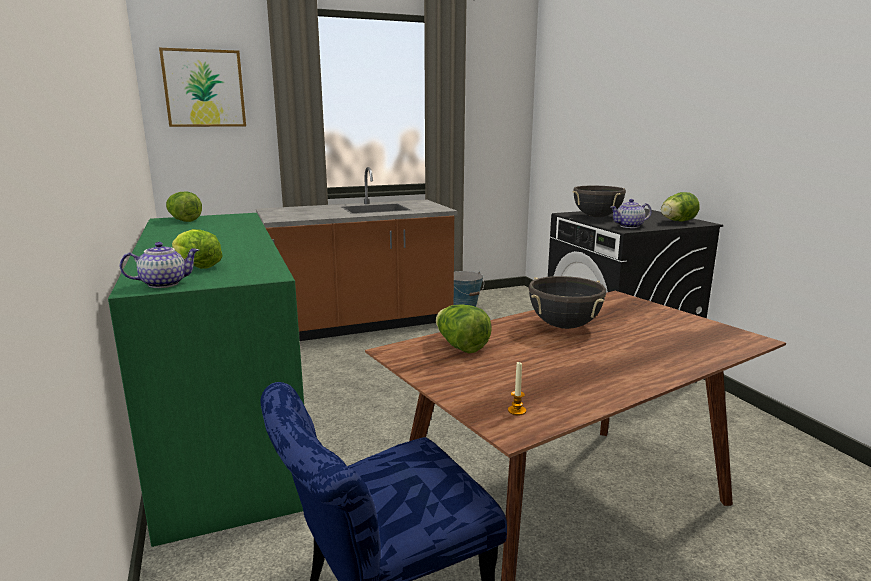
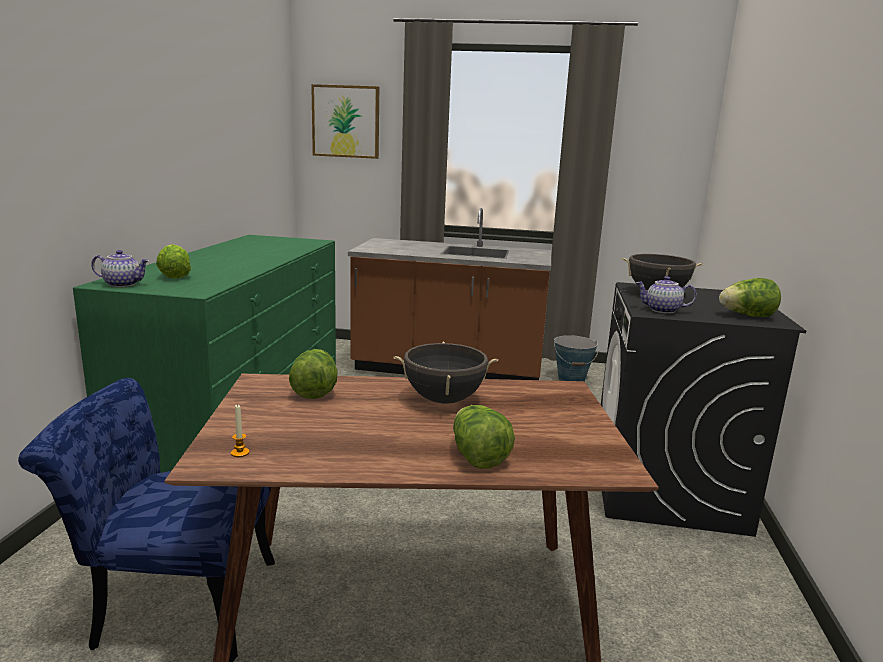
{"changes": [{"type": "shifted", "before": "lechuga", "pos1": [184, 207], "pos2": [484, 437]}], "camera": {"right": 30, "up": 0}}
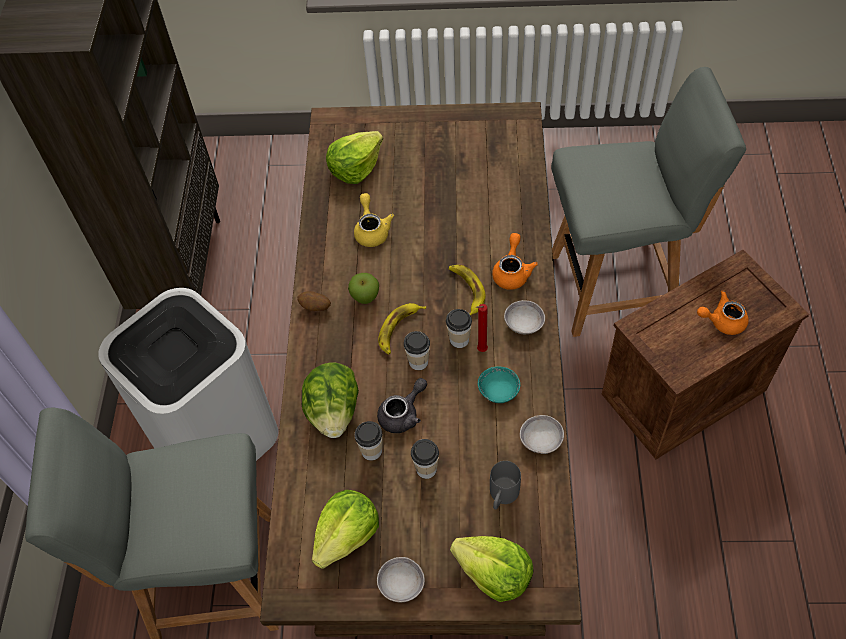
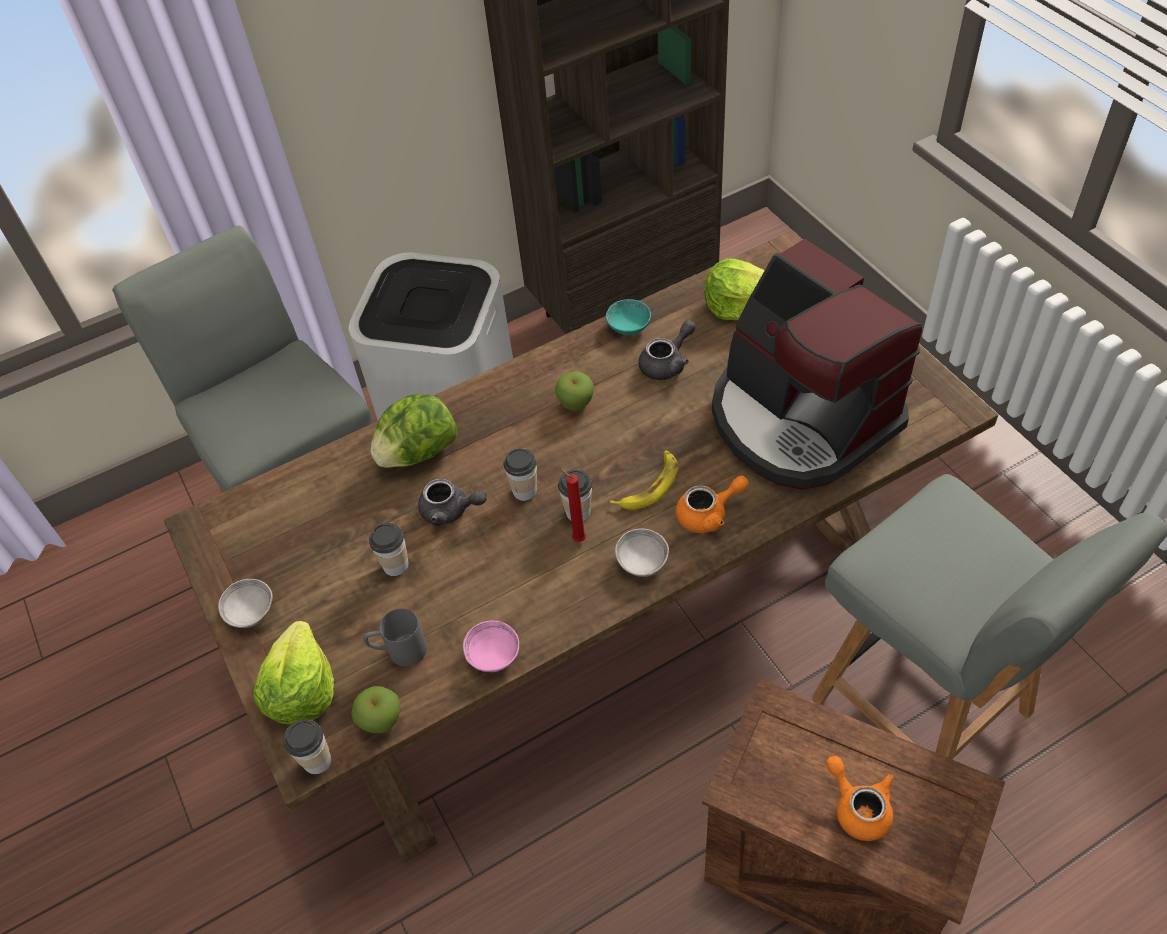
{"changes": [{"type": "repainted", "before": "tetera/amarillo", "after": "tetera/gris", "pos1": [374, 220], "pos2": [667, 350]}, {"type": "gone", "before": "patata", "pos1": [314, 301]}, {"type": "gone", "before": "plátano", "pos1": [402, 328]}, {"type": "shifted", "before": "cuenco/turquesa", "pos1": [499, 385], "pos2": [628, 317]}, {"type": "repainted", "before": "cuenco/gris", "after": "cuenco/rosa", "pos1": [542, 434], "pos2": [491, 646]}, {"type": "shifted", "before": "taza", "pos1": [368, 441], "pos2": [307, 746]}, {"type": "gone", "before": "lechuga", "pos1": [345, 529]}, {"type": "new", "after": "cafetera", "pos2": [817, 364]}, {"type": "new", "after": "manzana", "pos2": [375, 709]}], "camera": {"right": 60, "up": -5}}
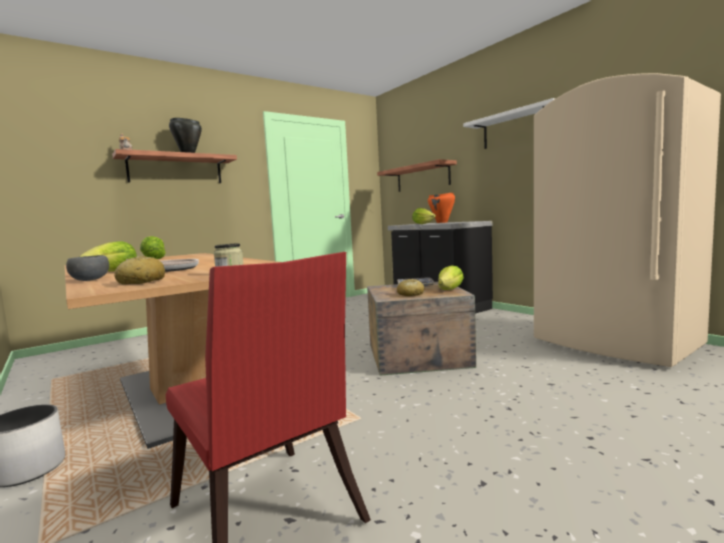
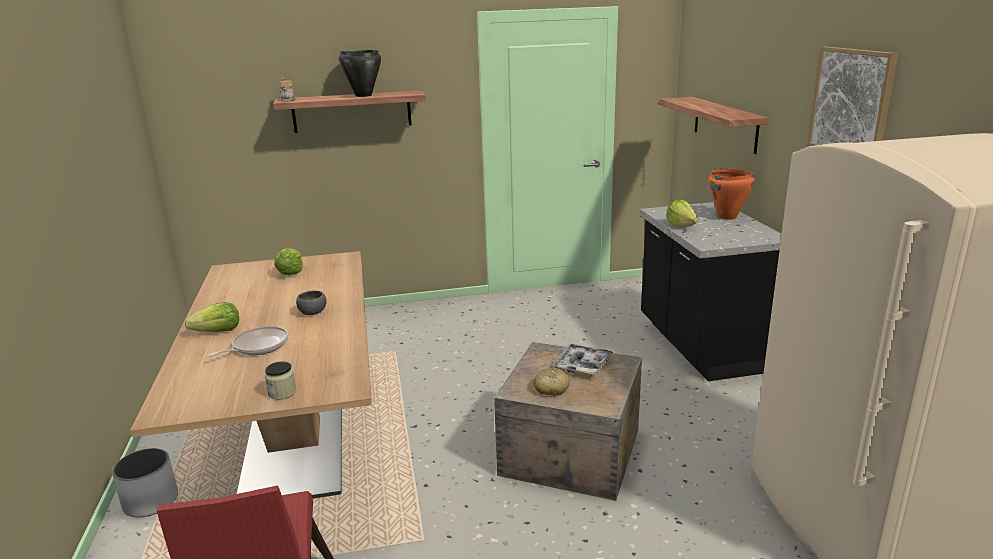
{"changes": [{"type": "swapped", "before": "estante/blanco", "after": "cuadro", "pos1": [509, 123], "pos2": [852, 96]}, {"type": "shifted", "before": "cuenco/gris", "pos1": [87, 268], "pos2": [311, 303]}, {"type": "gone", "before": "pan", "pos1": [139, 270]}, {"type": "gone", "before": "lechuga", "pos1": [451, 277]}], "camera": {"right": 25, "up": 15}}
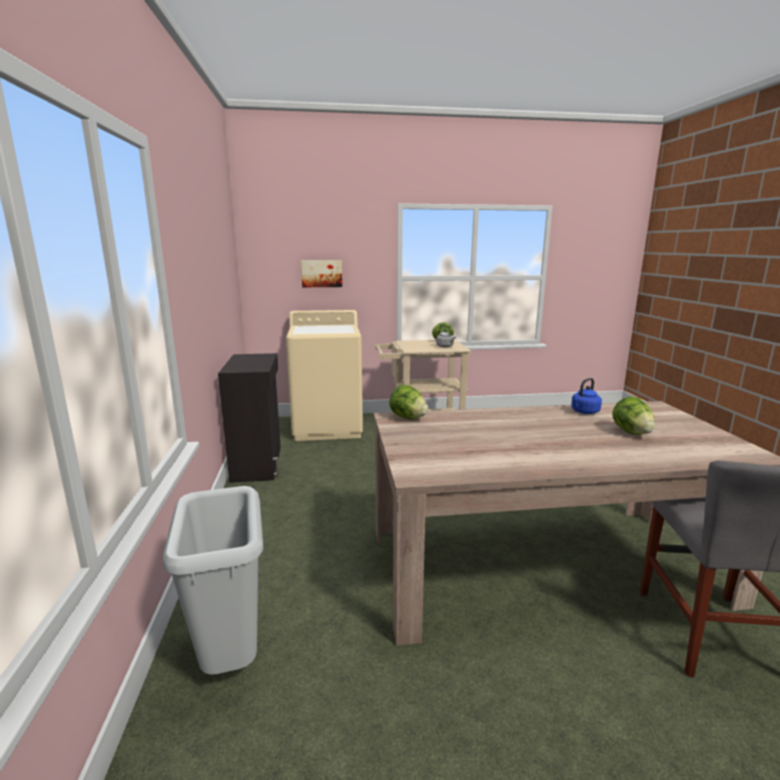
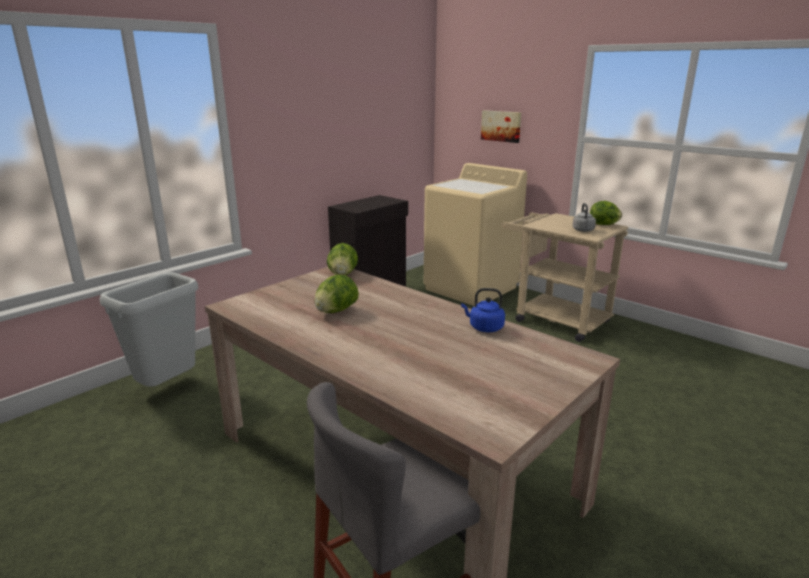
{"changes": [{"type": "shifted", "before": "lechuga", "pos1": [633, 415], "pos2": [336, 294]}], "camera": {"right": 50, "up": 5}}
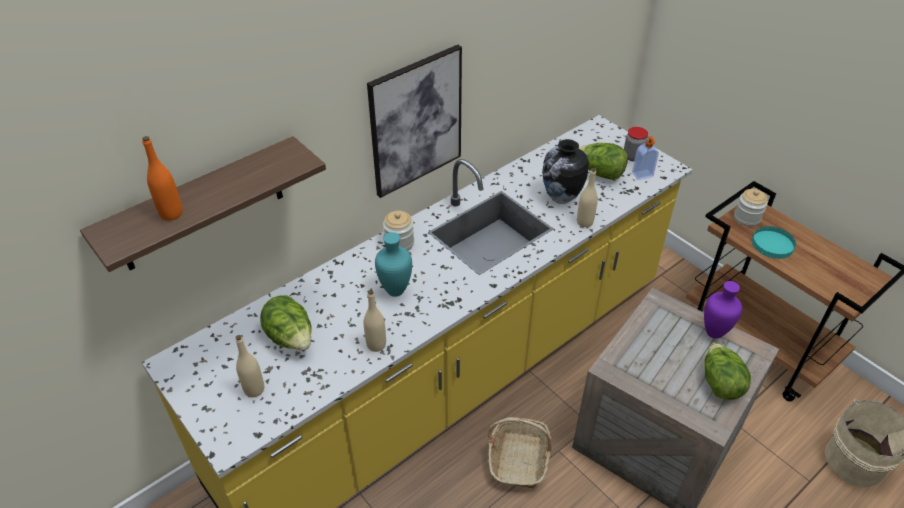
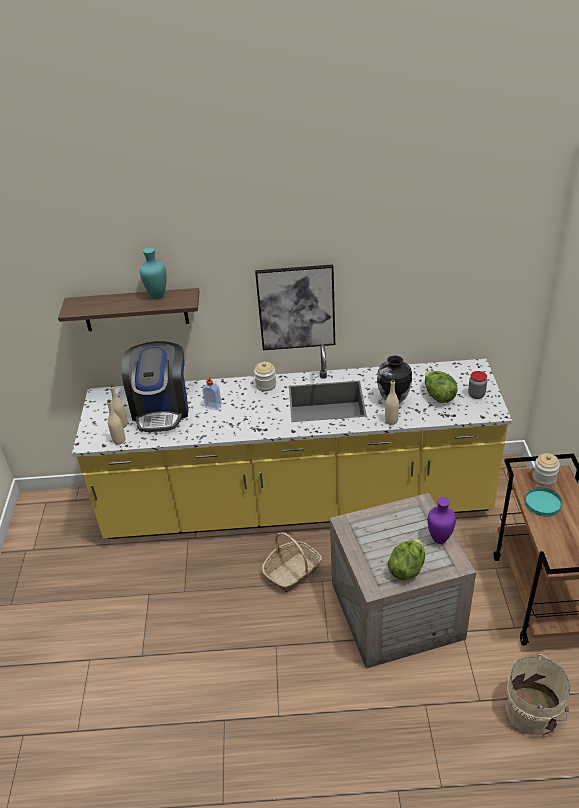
{"changes": [{"type": "gone", "before": "botella/naranja", "pos1": [162, 178]}, {"type": "shifted", "before": "dispensador de jabón", "pos1": [645, 158], "pos2": [212, 393]}, {"type": "shifted", "before": "florero/turquesa", "pos1": [393, 264], "pos2": [153, 273]}, {"type": "shifted", "before": "botella/beis", "pos1": [375, 321], "pos2": [116, 422]}, {"type": "swapped", "before": "lechuga", "after": "cafetera", "pos1": [286, 322], "pos2": [155, 386]}], "camera": {"right": 40, "up": -5}}
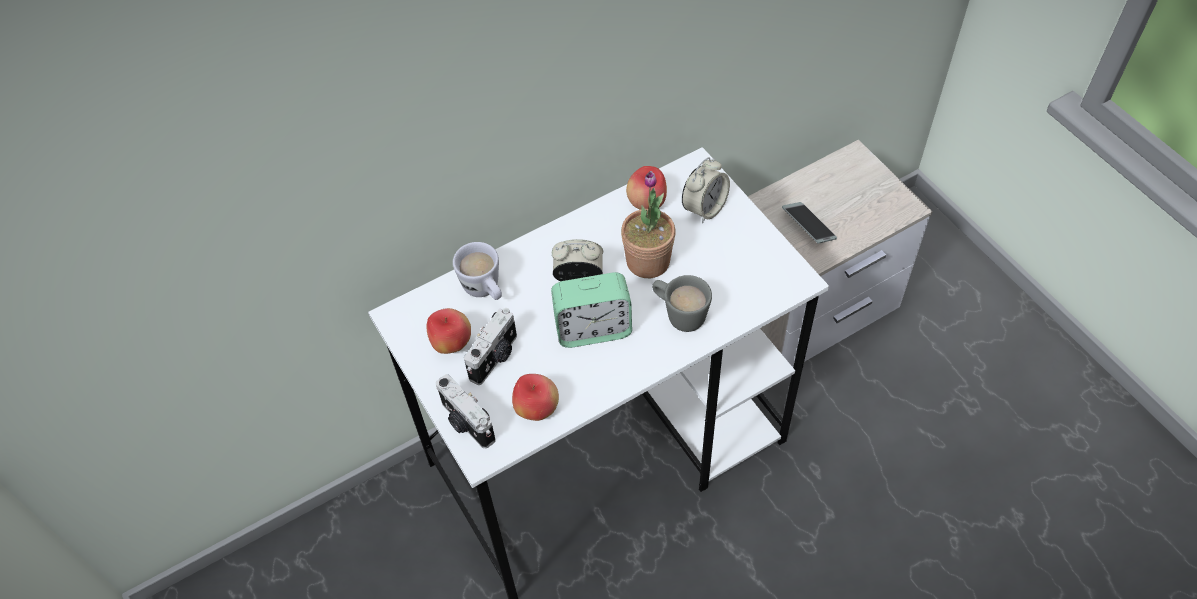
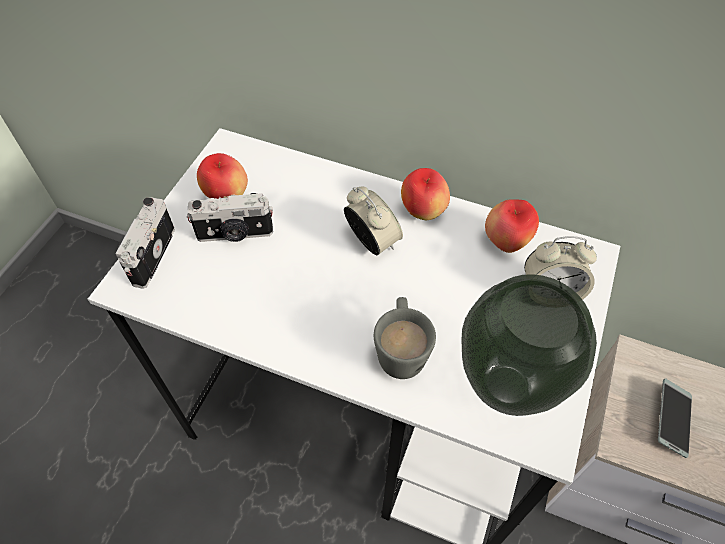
{"changes": [{"type": "gone", "before": "planta en maceta", "pos1": [648, 224]}, {"type": "gone", "before": "taza grande/blanco", "pos1": [477, 271]}, {"type": "gone", "before": "despertador", "pos1": [591, 310]}, {"type": "shifted", "before": "manzana", "pos1": [535, 397], "pos2": [425, 194]}, {"type": "new", "after": "florero", "pos2": [529, 345]}], "camera": {"right": 50, "up": 0}}
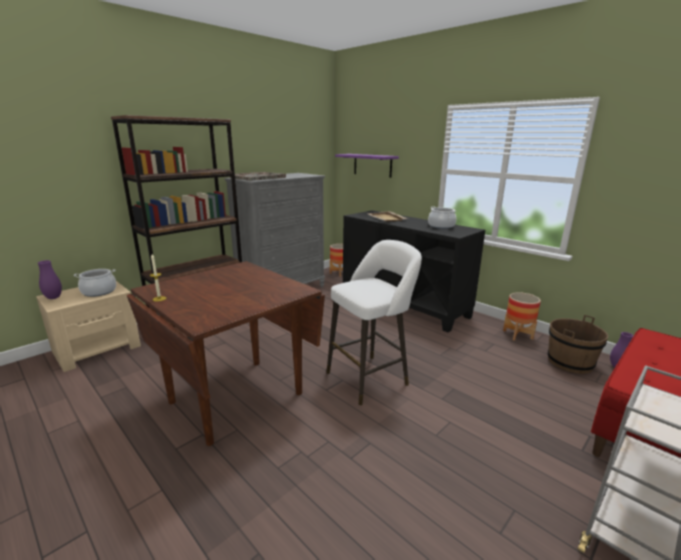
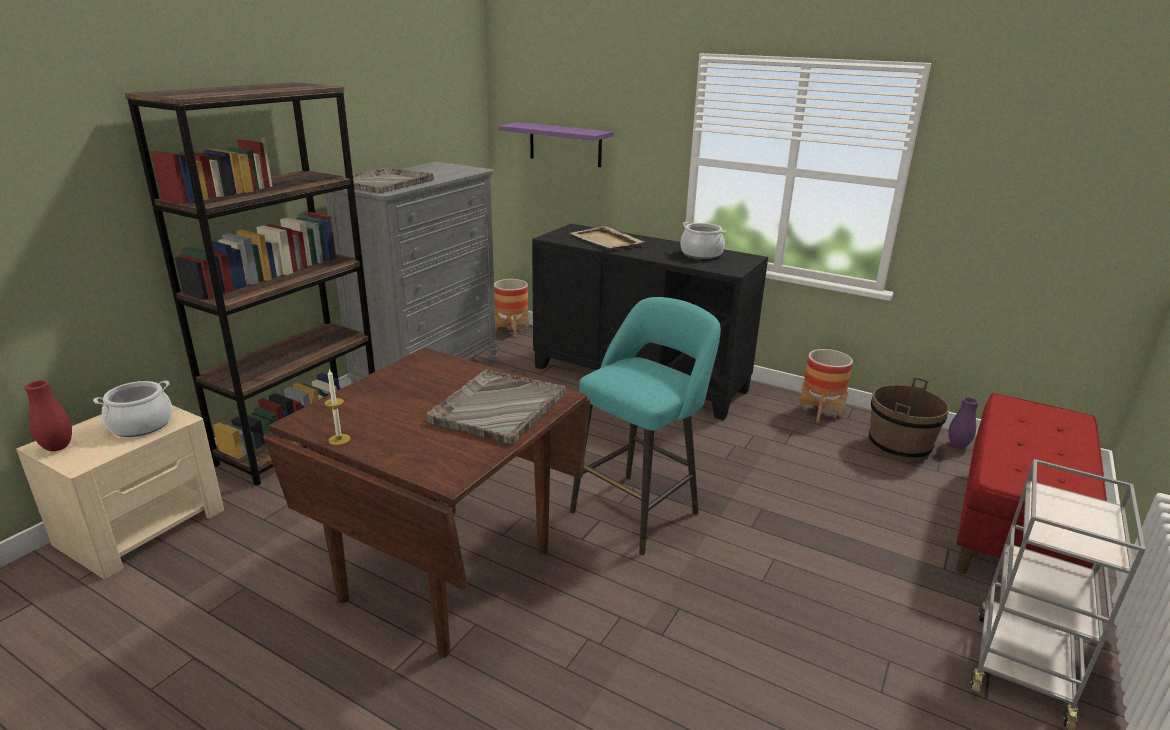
{"changes": [{"type": "repainted", "before": "taburete/blanco", "after": "taburete/turquesa", "pos1": [374, 322], "pos2": [645, 426]}, {"type": "repainted", "before": "florero/morado", "after": "florero/rojo", "pos1": [50, 279], "pos2": [48, 415]}, {"type": "new", "after": "bandeja/gris", "pos2": [496, 407]}], "camera": {"right": -15, "up": 5}}
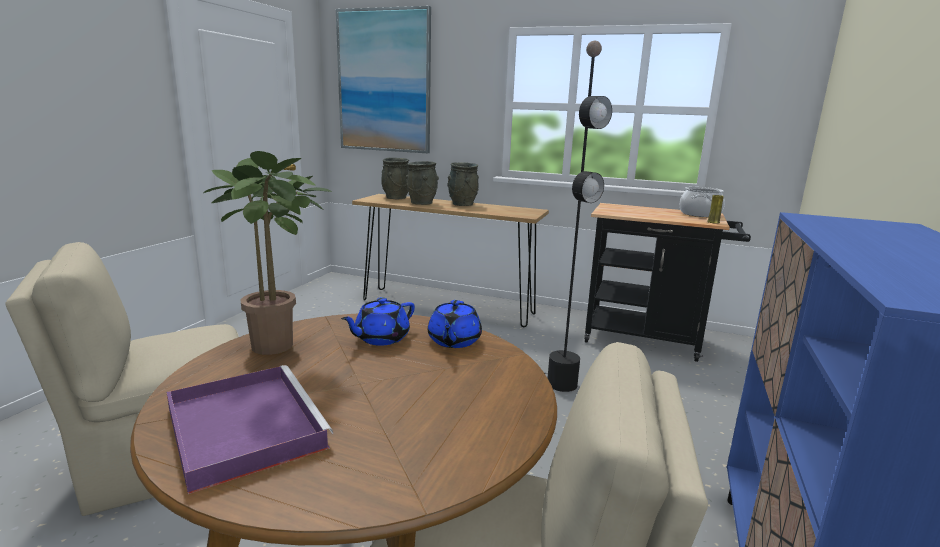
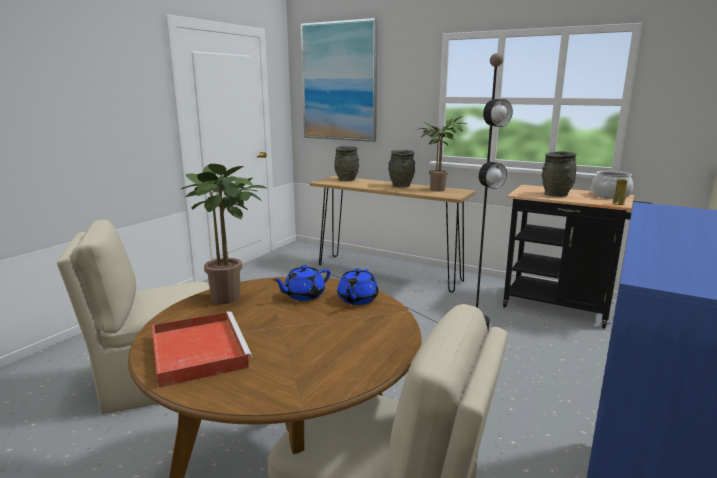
{"changes": [{"type": "shifted", "before": "florero/gris", "pos1": [422, 183], "pos2": [559, 174]}, {"type": "repainted", "before": "bandeja/morado", "after": "bandeja/rojo", "pos1": [250, 429], "pos2": [202, 349]}, {"type": "new", "after": "planta en maceta", "pos2": [443, 154]}], "camera": {"right": 10, "up": 0}}
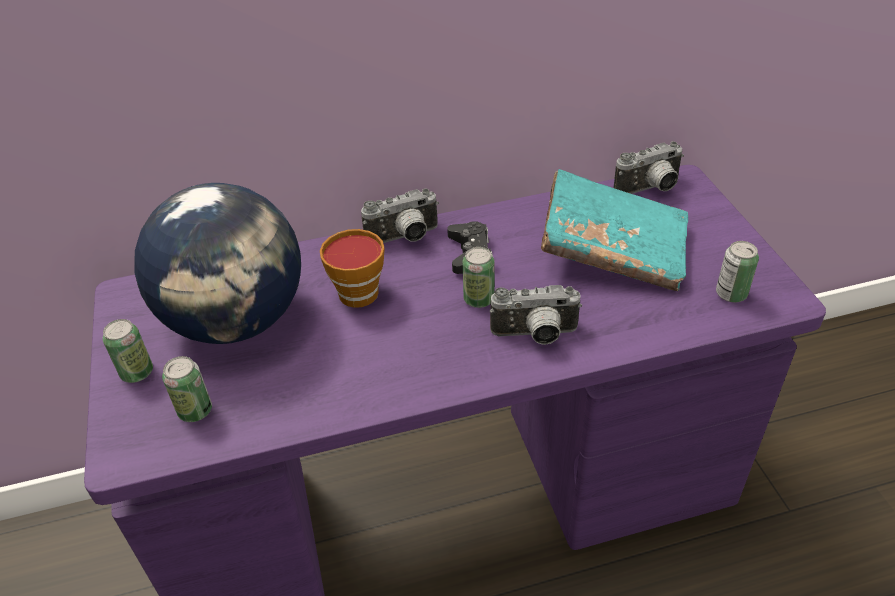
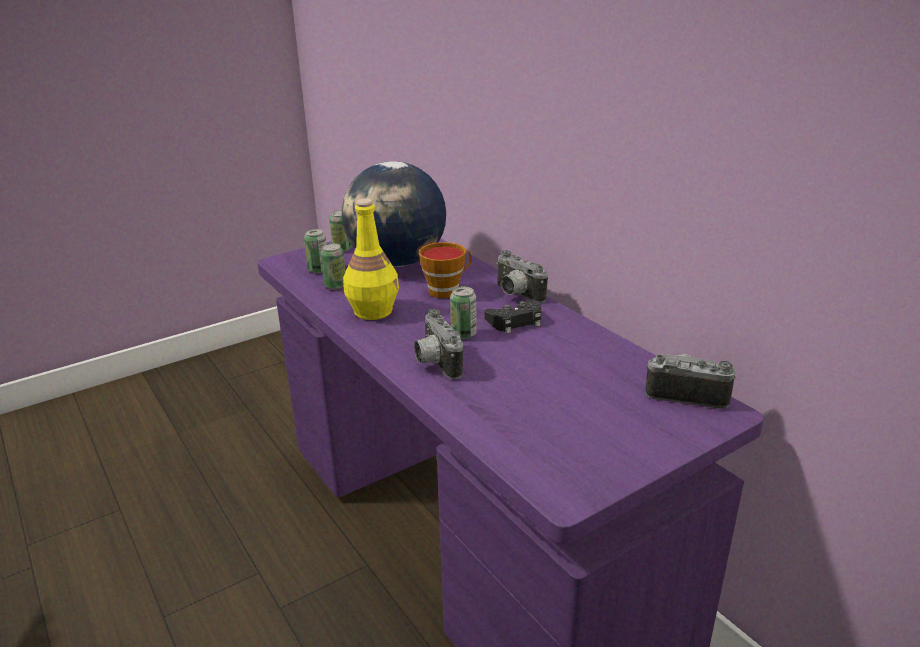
{"changes": [{"type": "rotated", "before": "cámara", "pos1": [649, 167], "pos2": [691, 381], "turn": 150}, {"type": "gone", "before": "libro/turquesa", "pos1": [614, 230]}, {"type": "shifted", "before": "lata", "pos1": [737, 271], "pos2": [332, 266]}, {"type": "new", "after": "botella/amarillo", "pos2": [371, 259]}], "camera": {"right": 70, "up": -15}}
